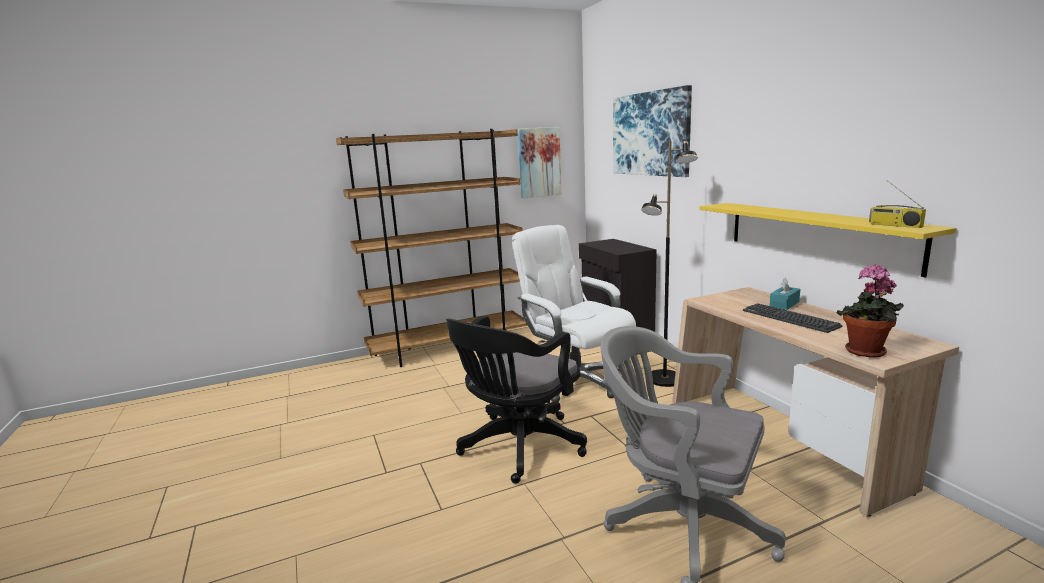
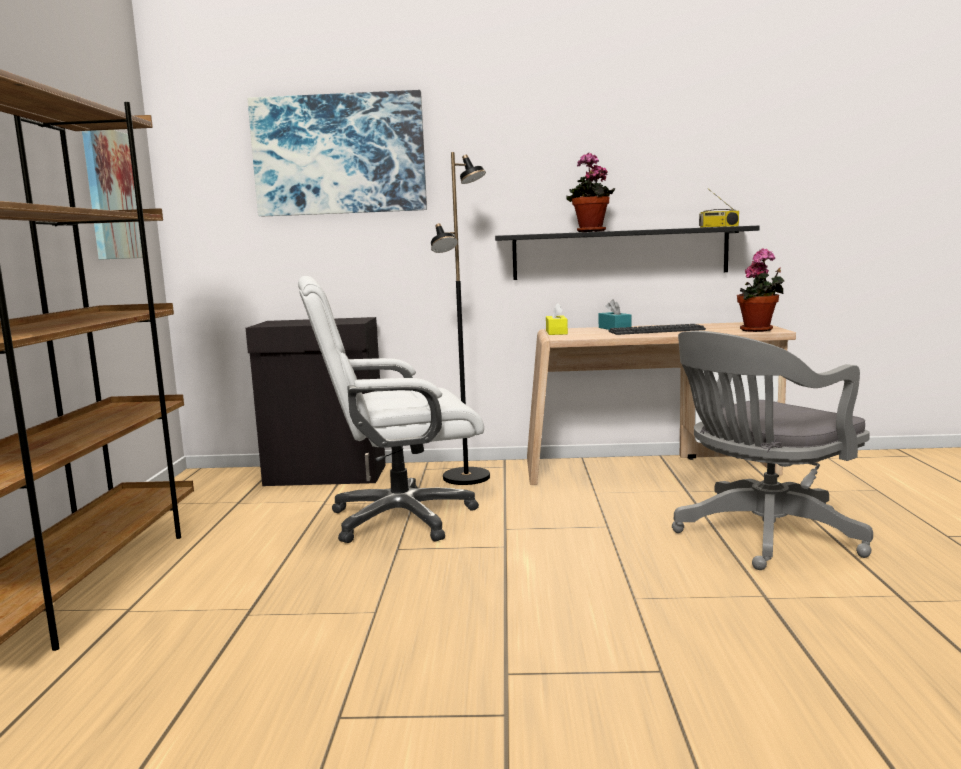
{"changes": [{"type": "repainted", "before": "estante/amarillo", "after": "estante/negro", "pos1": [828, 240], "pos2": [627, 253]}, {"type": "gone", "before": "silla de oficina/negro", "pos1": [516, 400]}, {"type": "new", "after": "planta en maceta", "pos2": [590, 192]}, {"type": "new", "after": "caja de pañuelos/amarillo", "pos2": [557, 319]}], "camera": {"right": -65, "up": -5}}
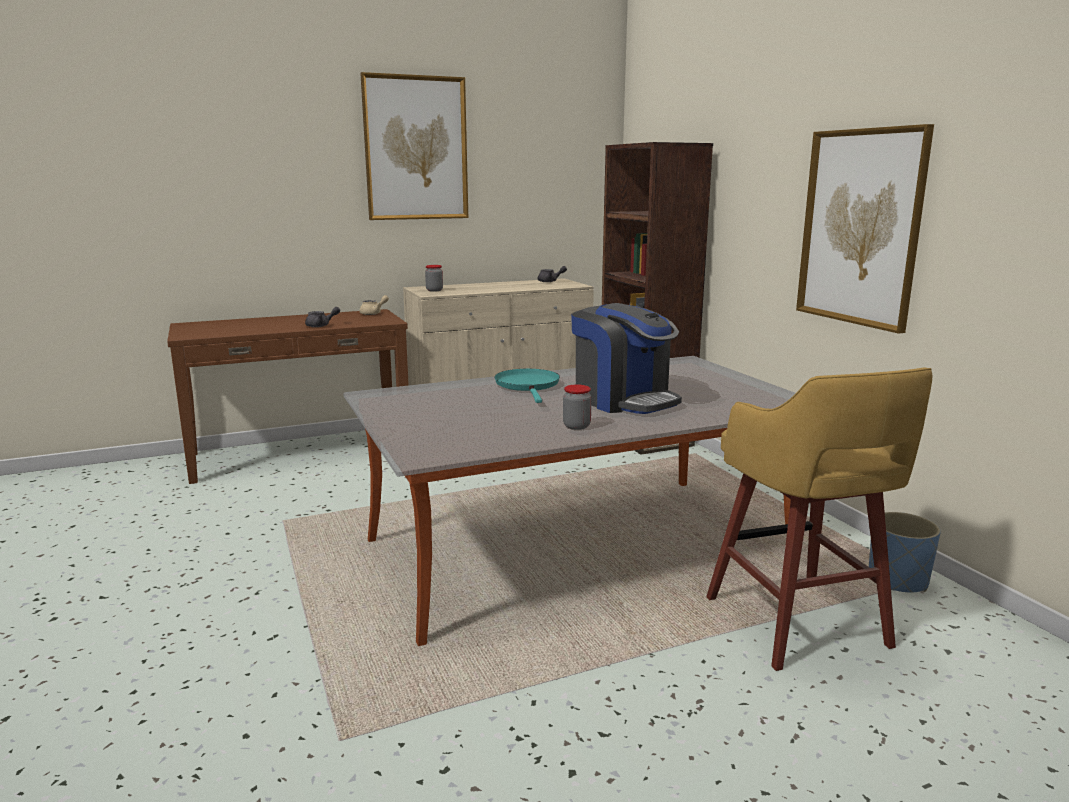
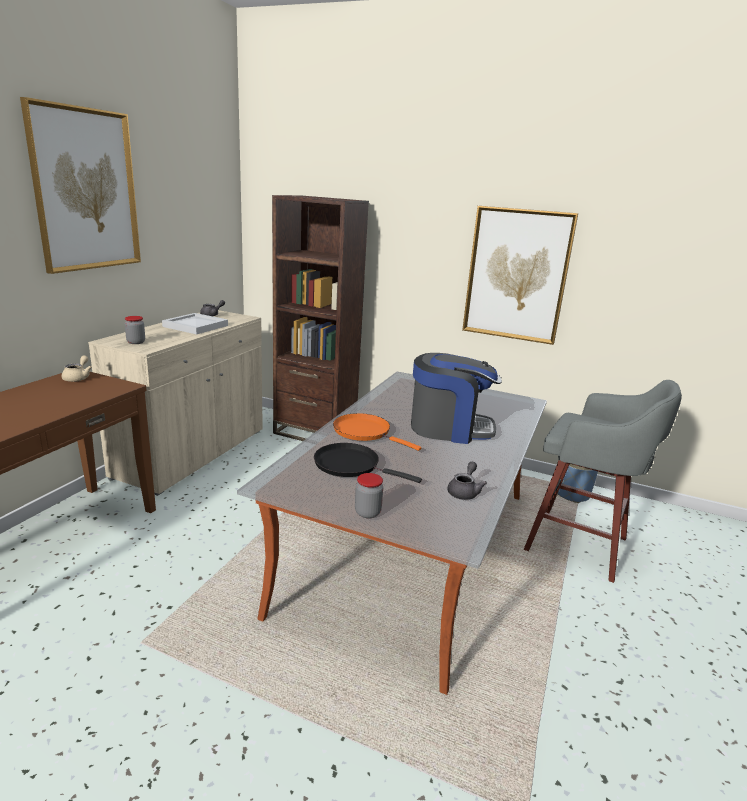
{"changes": [{"type": "shifted", "before": "tetera/gris", "pos1": [322, 317], "pos2": [467, 481]}, {"type": "repainted", "before": "taburete/amarillo", "after": "taburete/gris", "pos1": [819, 519], "pos2": [603, 481]}, {"type": "repainted", "before": "sartén/turquesa", "after": "sartén/naranja", "pos1": [527, 386], "pos2": [377, 432]}, {"type": "shifted", "before": "tarro", "pos1": [577, 407], "pos2": [369, 495]}, {"type": "new", "after": "bandeja/blanco", "pos2": [195, 324]}, {"type": "new", "after": "sartén/negro", "pos2": [368, 463]}], "camera": {"right": -45, "up": 5}}
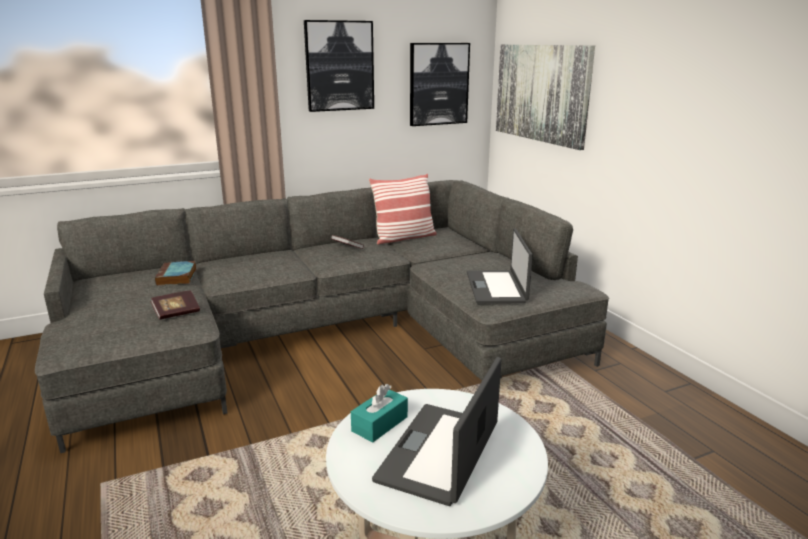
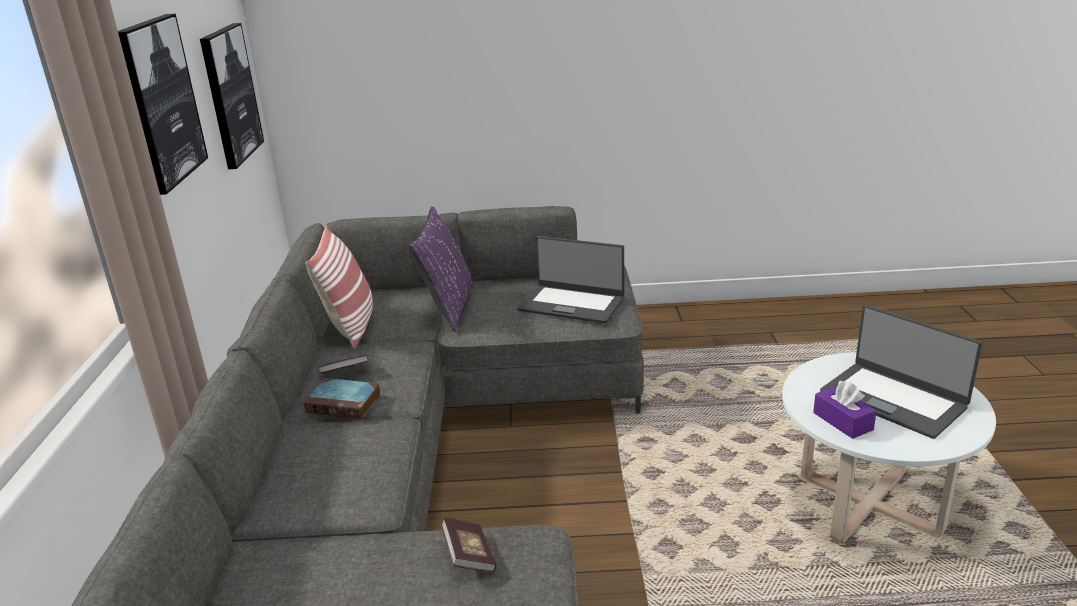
{"changes": [{"type": "gone", "before": "cuadro", "pos1": [545, 97]}, {"type": "shifted", "before": "libro", "pos1": [175, 273], "pos2": [343, 398]}, {"type": "repainted", "before": "caja de pañuelos/turquesa", "after": "caja de pañuelos/morado", "pos1": [379, 413], "pos2": [845, 410]}, {"type": "new", "after": "cojín/morado", "pos2": [441, 269]}], "camera": {"right": -65, "up": 5}}
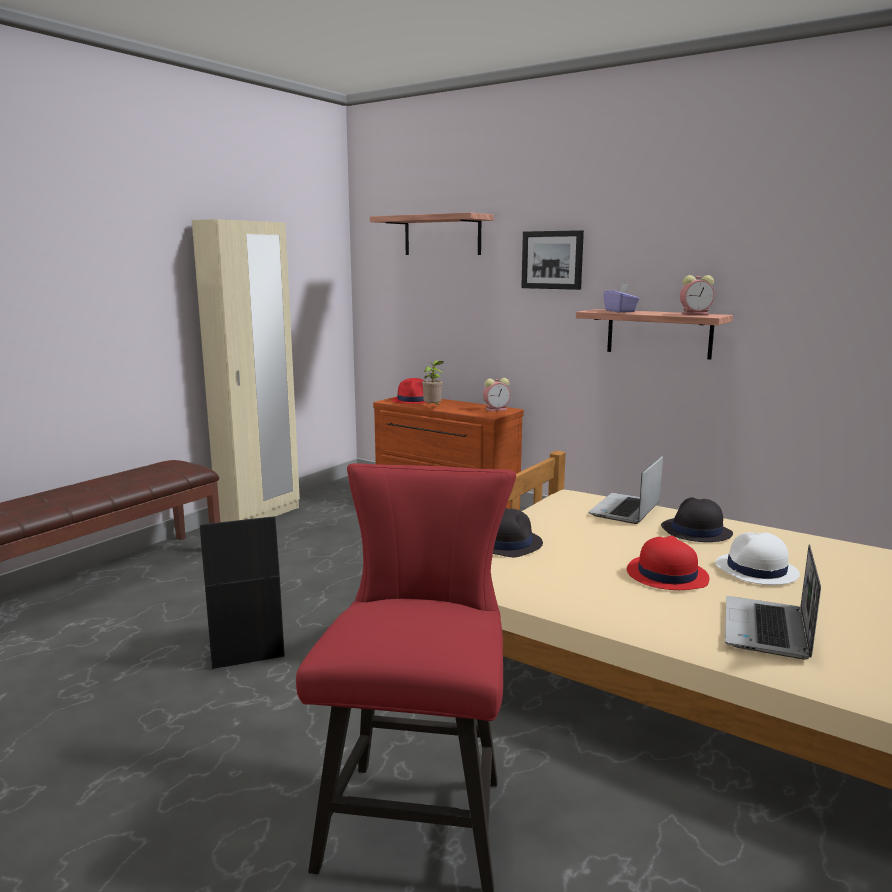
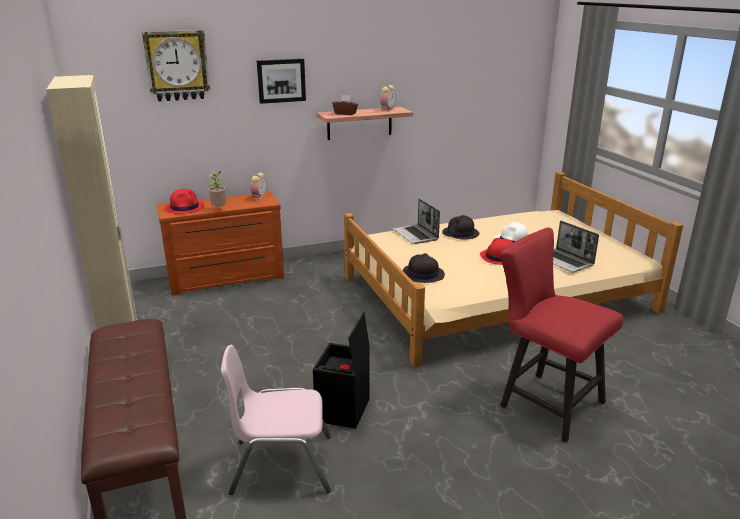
{"changes": [{"type": "swapped", "before": "estante", "after": "reloj de pared", "pos1": [432, 233], "pos2": [176, 66]}, {"type": "repainted", "before": "caja de pañuelos/morado", "after": "caja de pañuelos/marrón", "pos1": [621, 298], "pos2": [345, 105]}, {"type": "new", "after": "silla/rosa", "pos2": [276, 420]}], "camera": {"right": -55, "up": 10}}
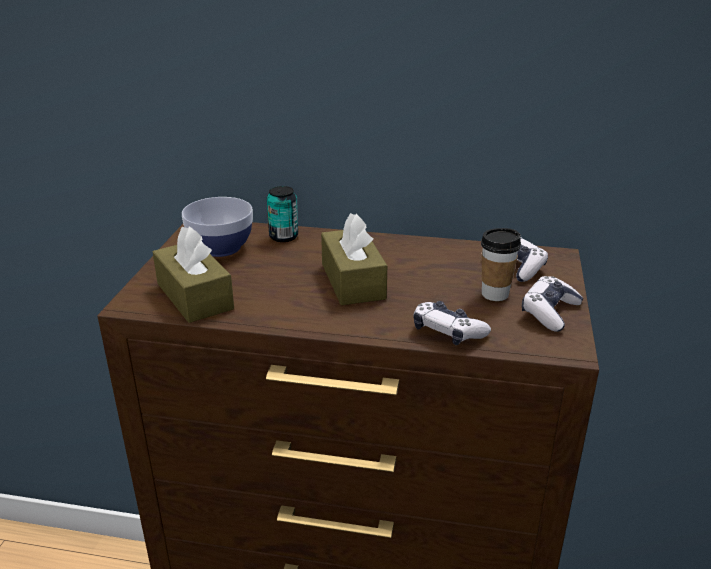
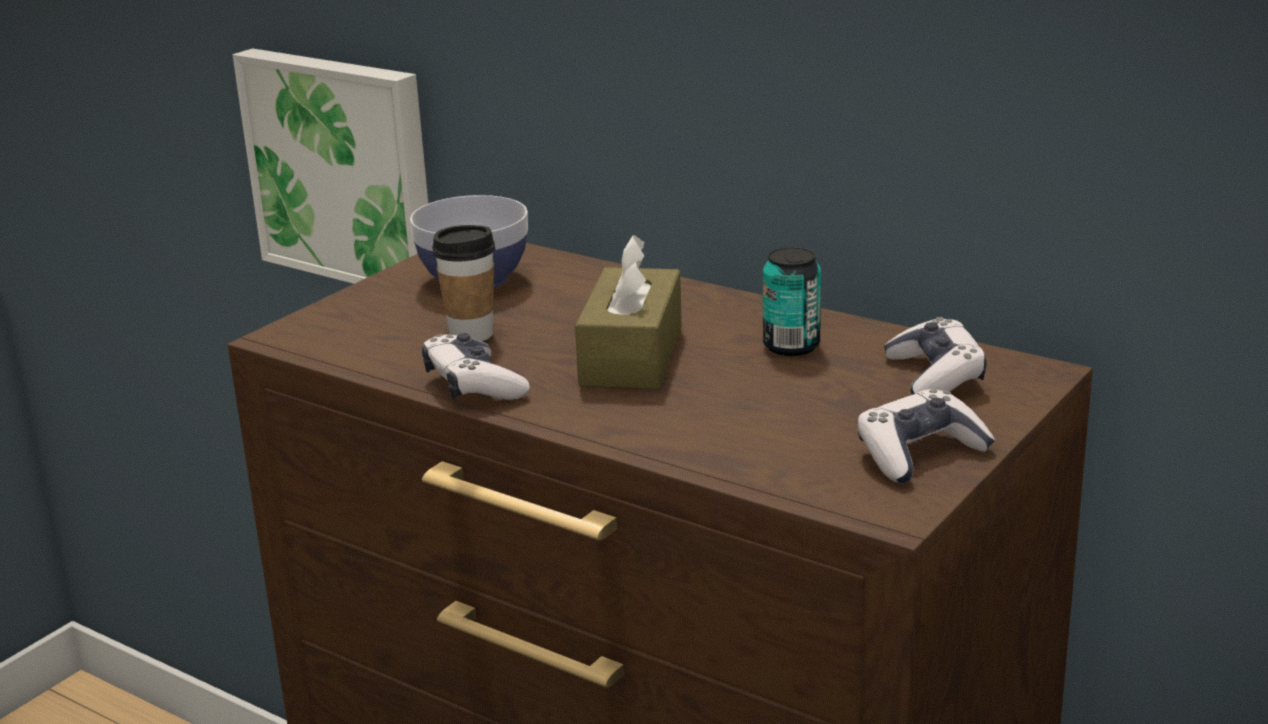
{"changes": [{"type": "shifted", "before": "lata", "pos1": [282, 214], "pos2": [792, 301]}, {"type": "gone", "before": "caja de pañuelos/marrón", "pos1": [193, 274]}, {"type": "shifted", "before": "taza", "pos1": [501, 264], "pos2": [463, 283]}, {"type": "shifted", "before": "mando de consola", "pos1": [452, 323], "pos2": [476, 366]}, {"type": "new", "after": "cuadro", "pos2": [330, 166]}], "camera": {"right": 25, "up": -5}}
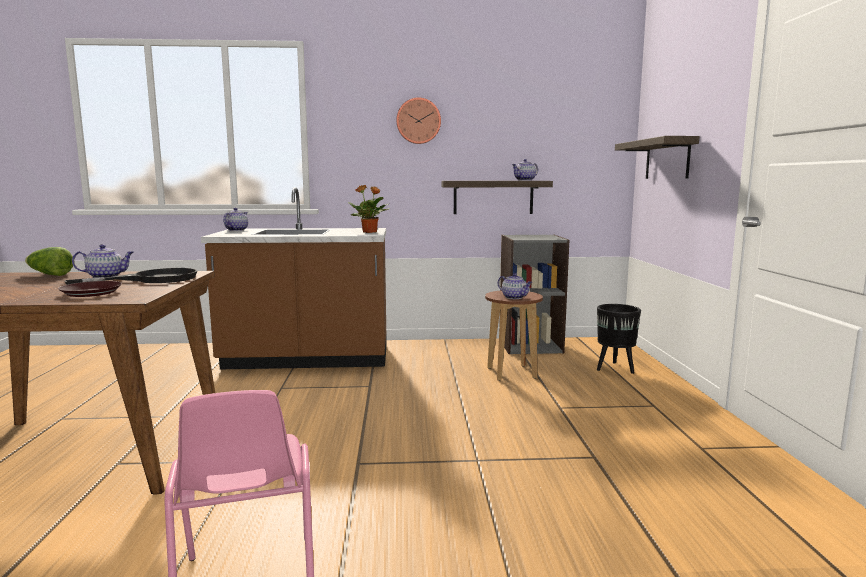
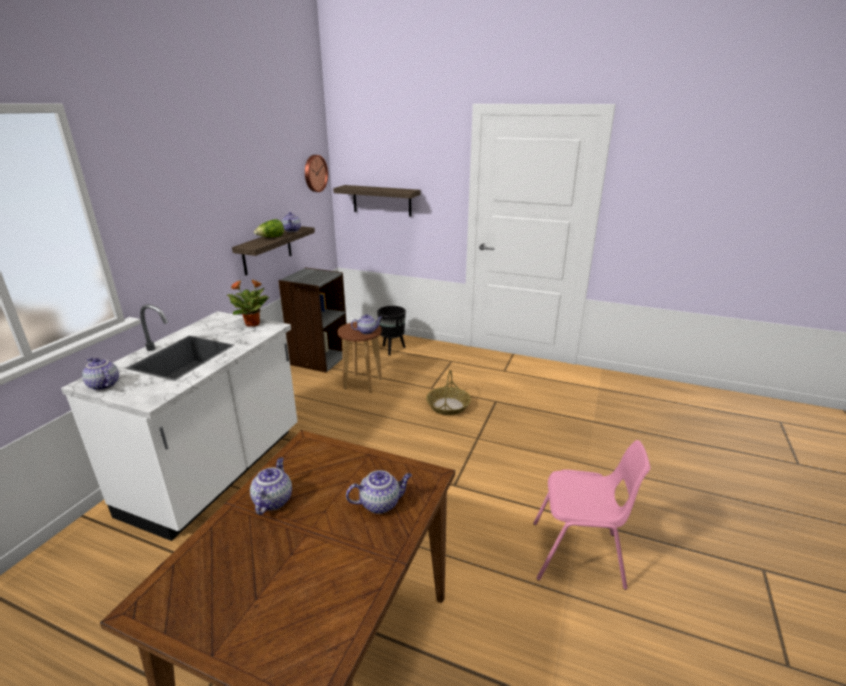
{"changes": [{"type": "shifted", "before": "reloj de pared", "pos1": [418, 120], "pos2": [316, 173]}, {"type": "repainted", "before": "mueble bajo de cocina/marrón", "after": "mueble bajo de cocina/blanco", "pos1": [294, 278], "pos2": [179, 422]}, {"type": "shifted", "before": "lechuga", "pos1": [49, 261], "pos2": [269, 228]}, {"type": "gone", "before": "sartén/negro", "pos1": [131, 276]}, {"type": "swapped", "before": "plato/marrón", "after": "tetera", "pos1": [90, 289], "pos2": [379, 492]}, {"type": "new", "after": "cesta", "pos2": [448, 392]}], "camera": {"right": -65, "up": 15}}
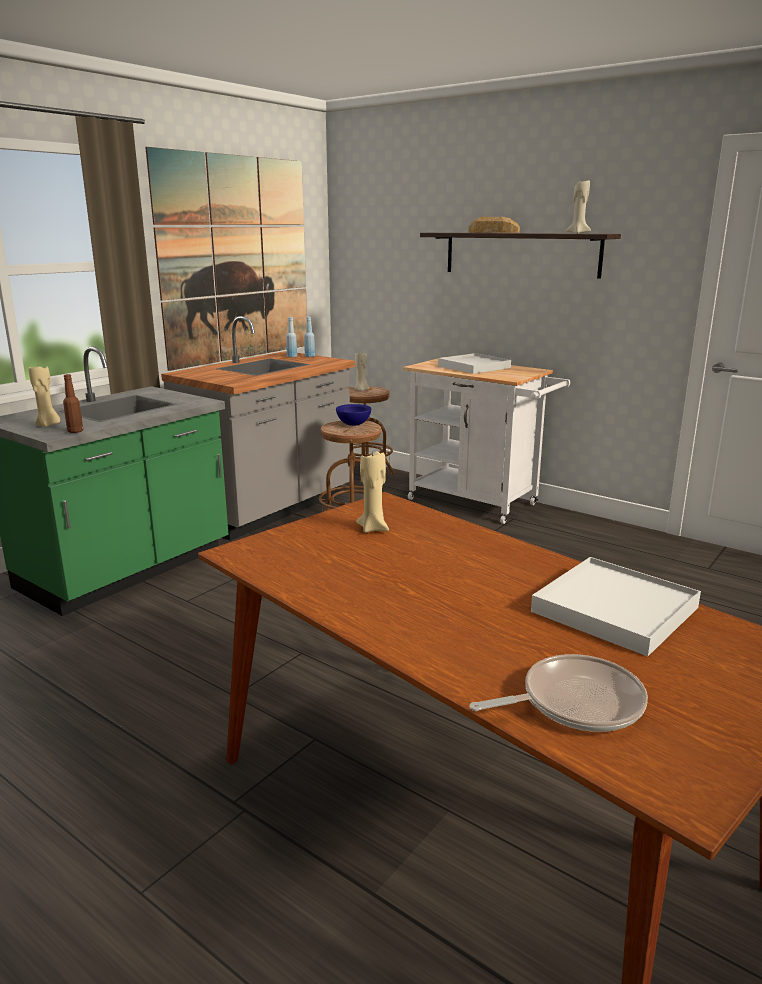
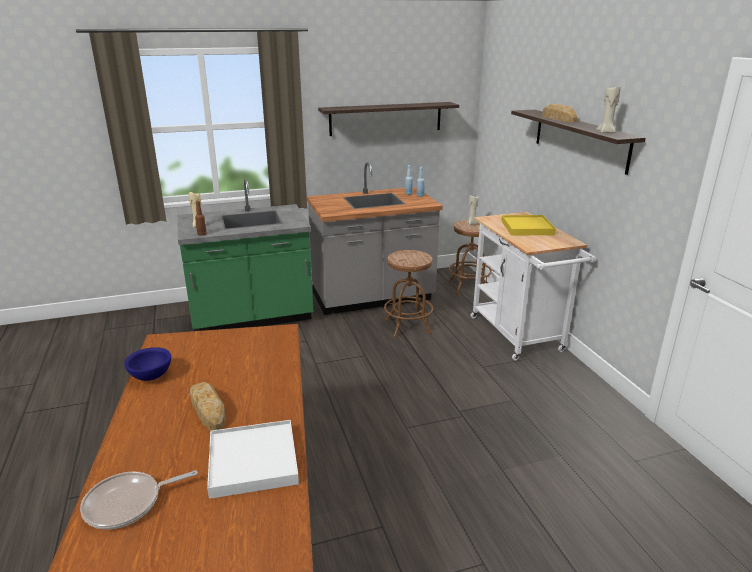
{"changes": [{"type": "swapped", "before": "cuadro", "after": "estante", "pos1": [226, 259], "pos2": [388, 119]}, {"type": "repainted", "before": "bandeja/blanco", "after": "bandeja/amarillo", "pos1": [474, 363], "pos2": [528, 225]}, {"type": "shifted", "before": "cuenco/azul", "pos1": [353, 415], "pos2": [147, 364]}, {"type": "gone", "before": "vela/beis", "pos1": [372, 491]}, {"type": "rotated", "before": "sartén", "pos1": [558, 693], "pos2": [139, 499], "turn": 135}, {"type": "new", "after": "pan", "pos2": [208, 406]}], "camera": {"right": 35, "up": 5}}
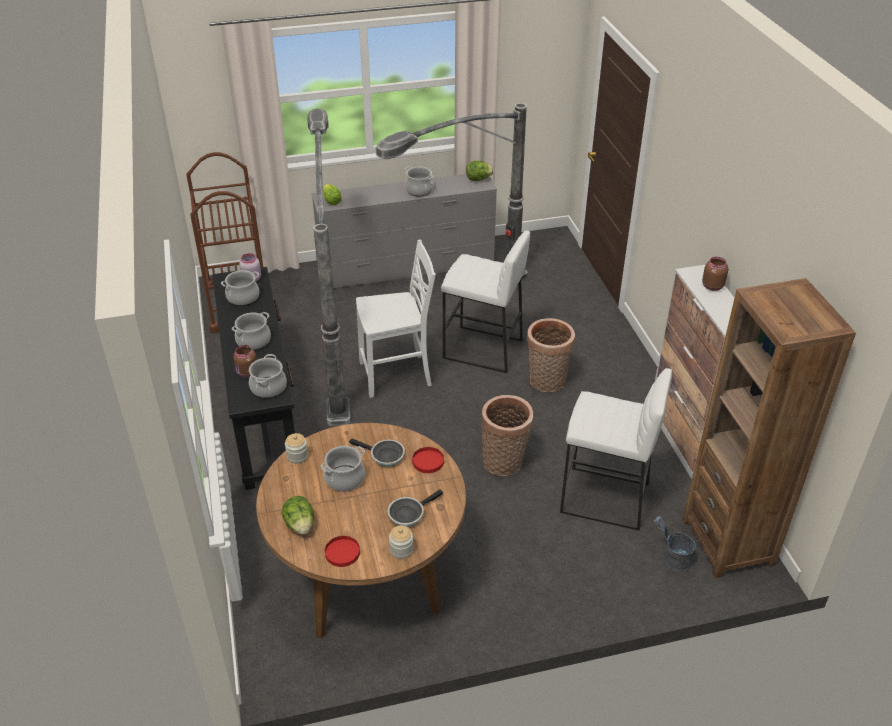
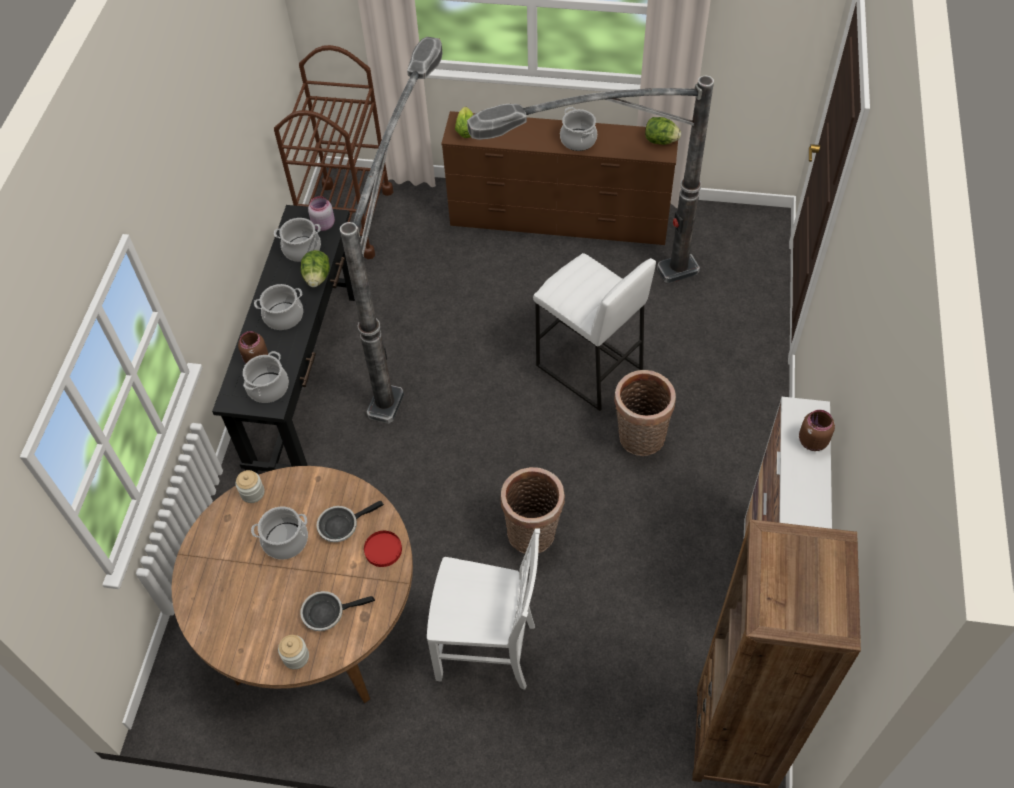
{"changes": [{"type": "repainted", "before": "cómoda/gris", "after": "cómoda/marrón", "pos1": [404, 231], "pos2": [559, 178]}, {"type": "shifted", "before": "silla/blanco", "pos1": [395, 319], "pos2": [483, 609]}, {"type": "gone", "before": "taburete/blanco", "pos1": [616, 449]}, {"type": "rotated", "before": "sartén", "pos1": [377, 452], "pos2": [350, 521], "turn": 105}, {"type": "shifted", "before": "lechuga", "pos1": [298, 515], "pos2": [315, 268]}, {"type": "gone", "before": "cubo/gris", "pos1": [674, 544]}, {"type": "gone", "before": "plato/rojo", "pos1": [342, 551]}], "camera": {"right": 25, "up": 15}}
